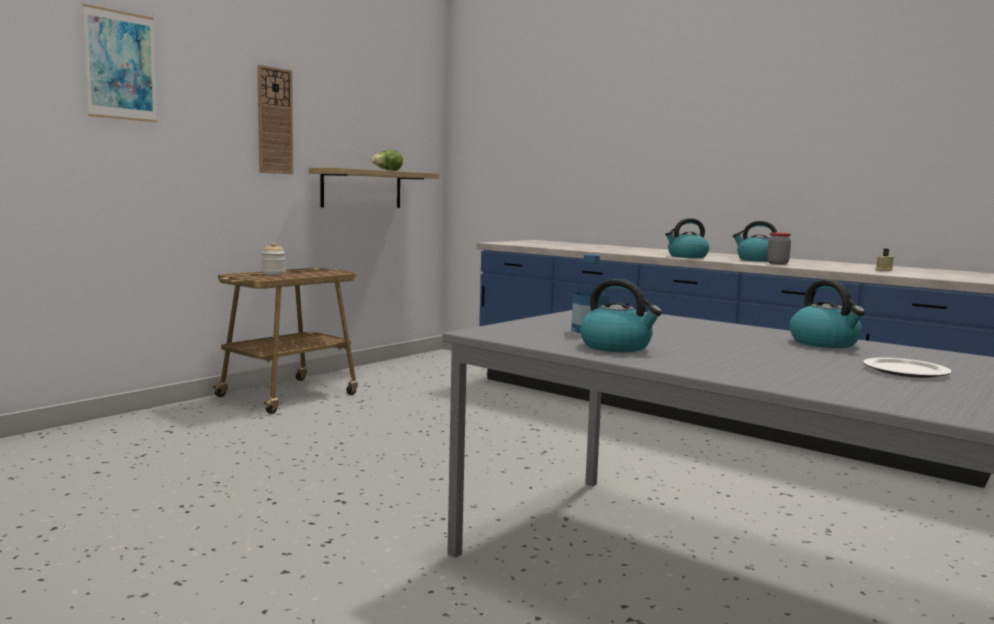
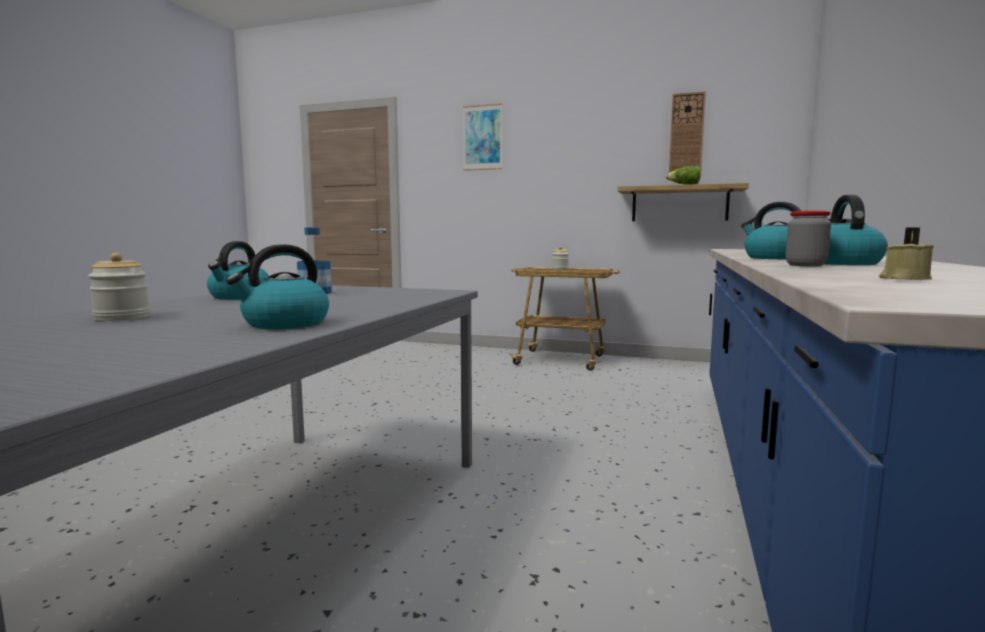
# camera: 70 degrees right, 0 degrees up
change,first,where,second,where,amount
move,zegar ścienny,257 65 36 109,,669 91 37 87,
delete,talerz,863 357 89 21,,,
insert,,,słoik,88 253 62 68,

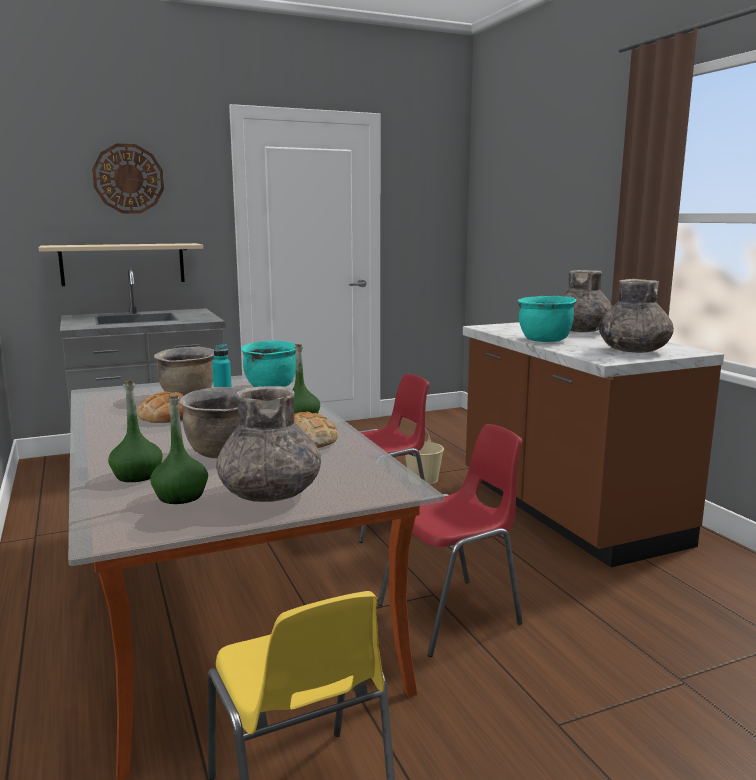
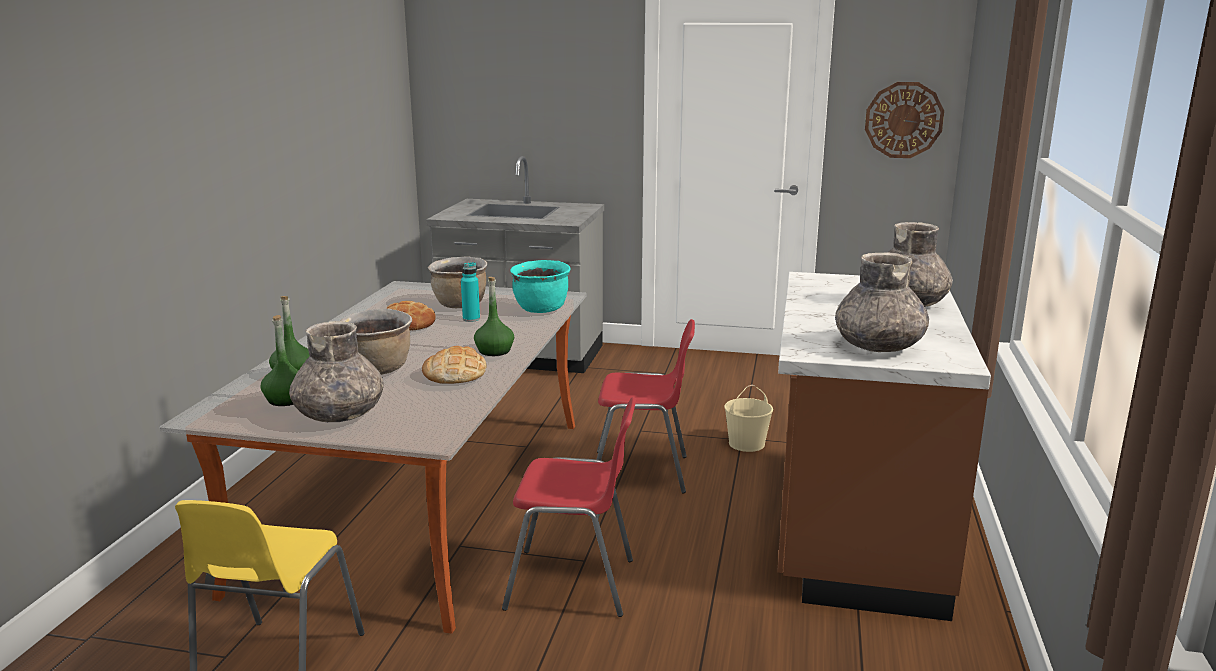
# camera: 35 degrees right, 5 degrees up
change,first,where,second,where,amount
delete,półka/beżowy,39 243 164 43,,,
move,zegar ścienny,92 143 72 70,,865 82 79 76,
delete,garnek/turkusowy,517 296 59 46,,,

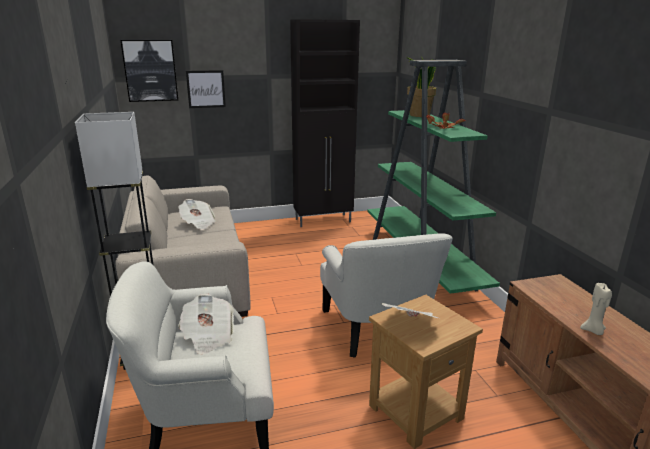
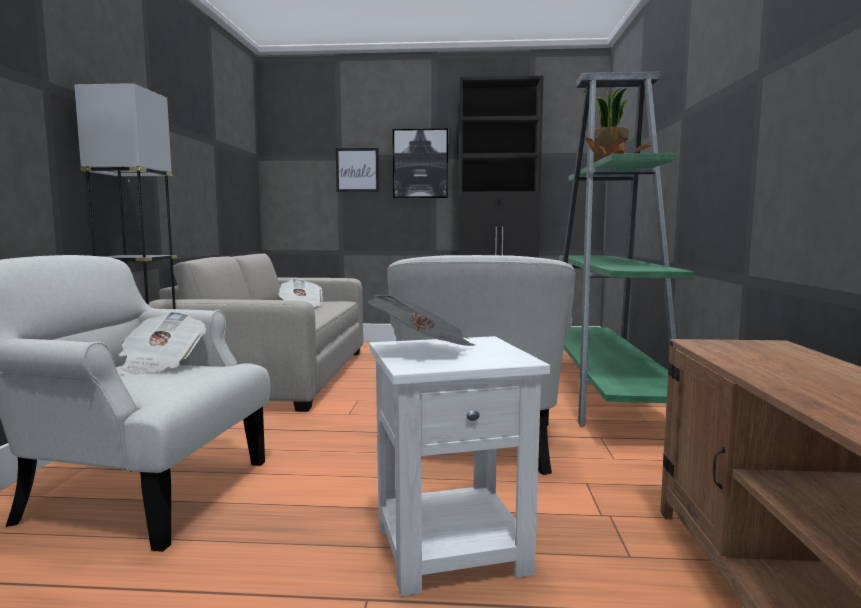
# camera: 20 degrees right, 15 degrees down
change,first,where,second,where,amount
move,obraz,120 40 58 62,,393 129 55 69,
recolor,stolik/brązowy,369 295 114 154,stolik/biały,369 336 181 260,
delete,świeca/beżowy,580 283 32 52,,,

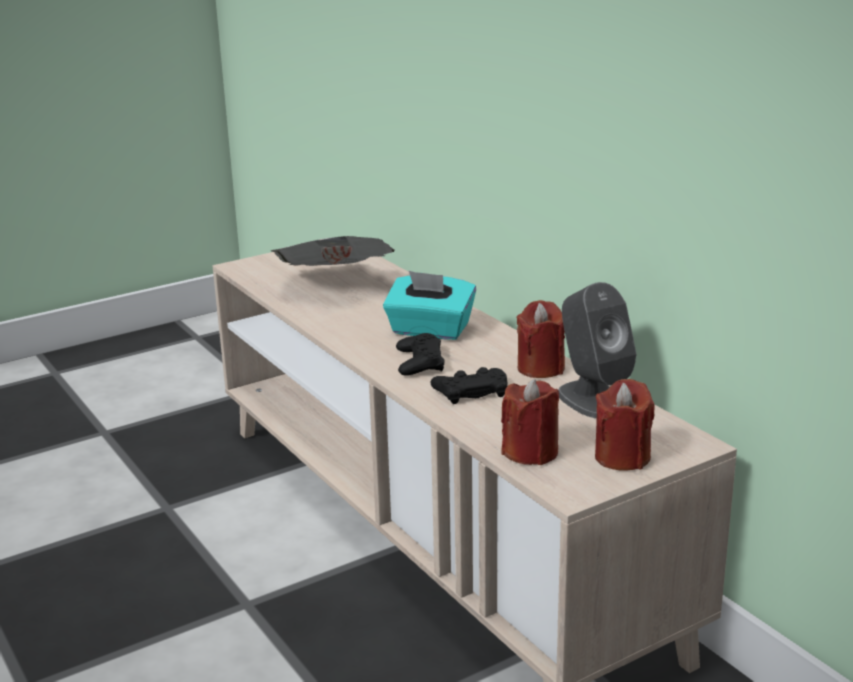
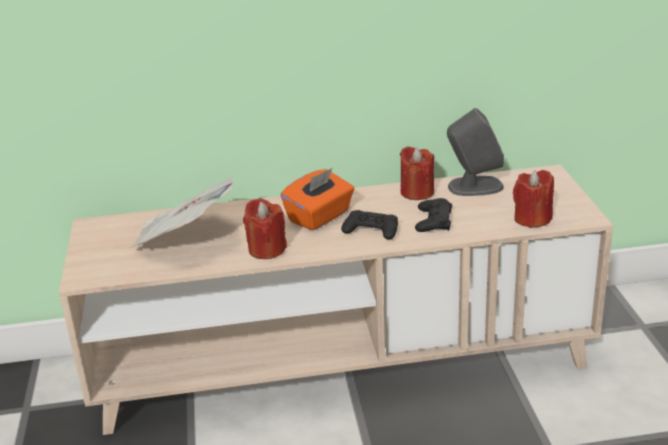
# camera: 65 degrees left, 5 degrees up
change,first,where,second,where,amount
recolor,pudełko chusteczek/turkusowy,383 271 93 69,pudełko chusteczek/pomarańczowy,281 168 73 63,
move,świeca/czerwony,595 379 60 91,,243 198 44 61,

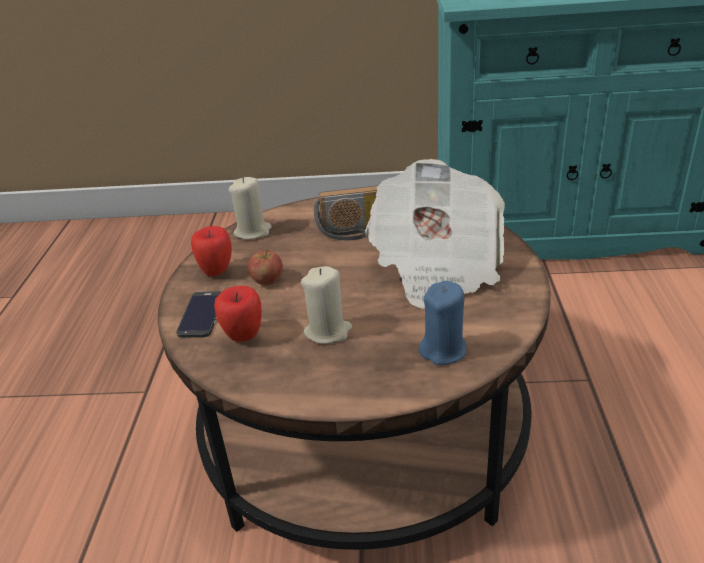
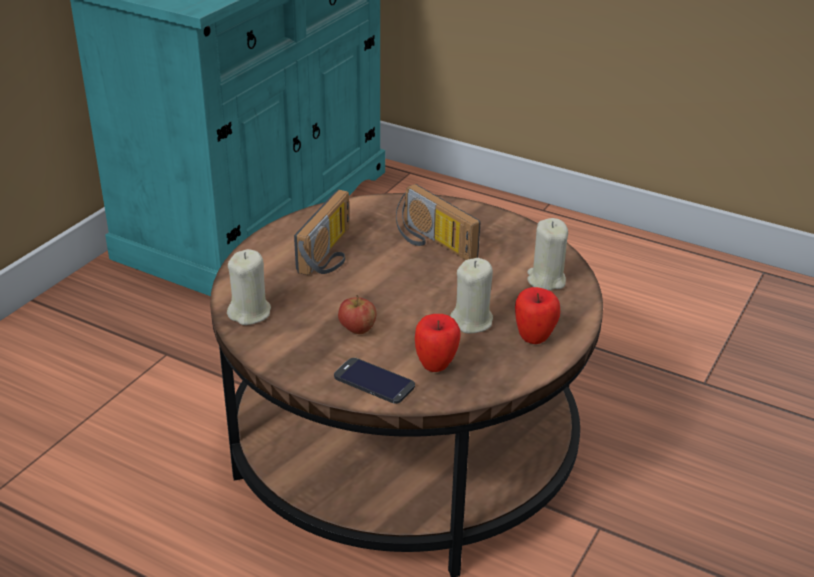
# camera: 65 degrees left, 0 degrees up
change,first,where,second,where,amount
move,jabłko,191 226 41 51,,515 287 45 57,
replace,gazeta,365 159 140 150,radio,396 184 85 76,
recolor,świeca/niebieski,418 281 48 84,świeca/beżowy,527 218 41 73,

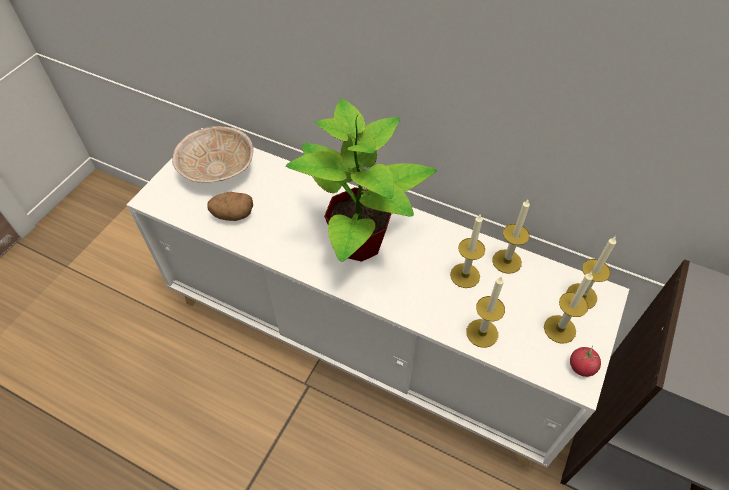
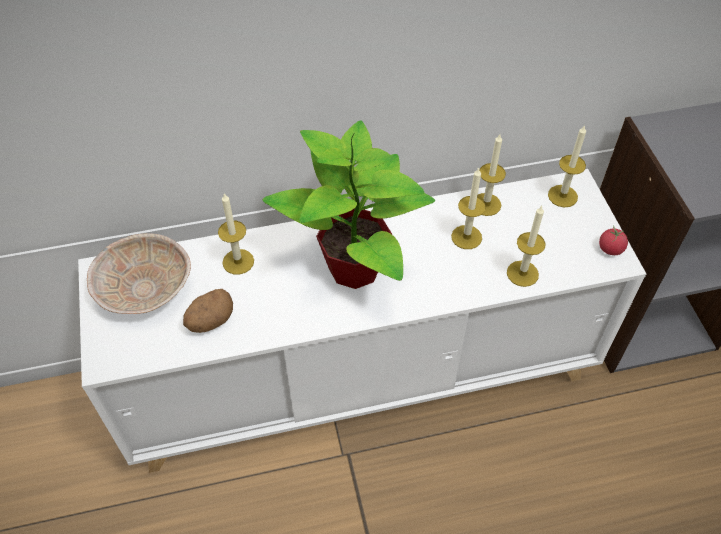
# camera: 40 degrees left, 0 degrees up
change,first,where,second,where,amount
move,świeca,544 272 49 71,,218 193 36 82,

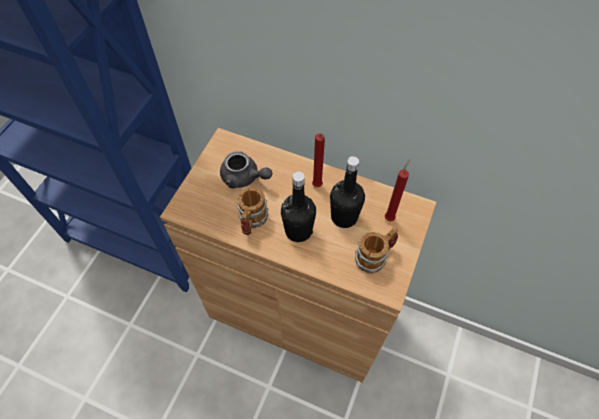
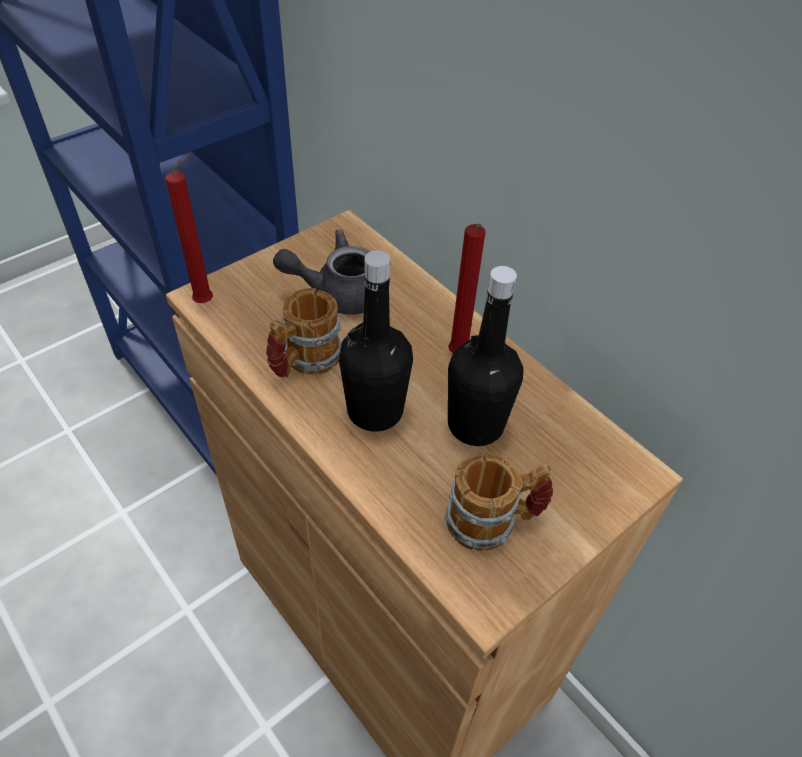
# camera: 25 degrees right, 10 degrees down
change,first,where,second,where,amount
rotate,imbryk/szary,220 151 52 38,,273 229 97 86,120 degrees clockwise
move,świeca/czerwony,385 160 25 61,,165 153 48 150,

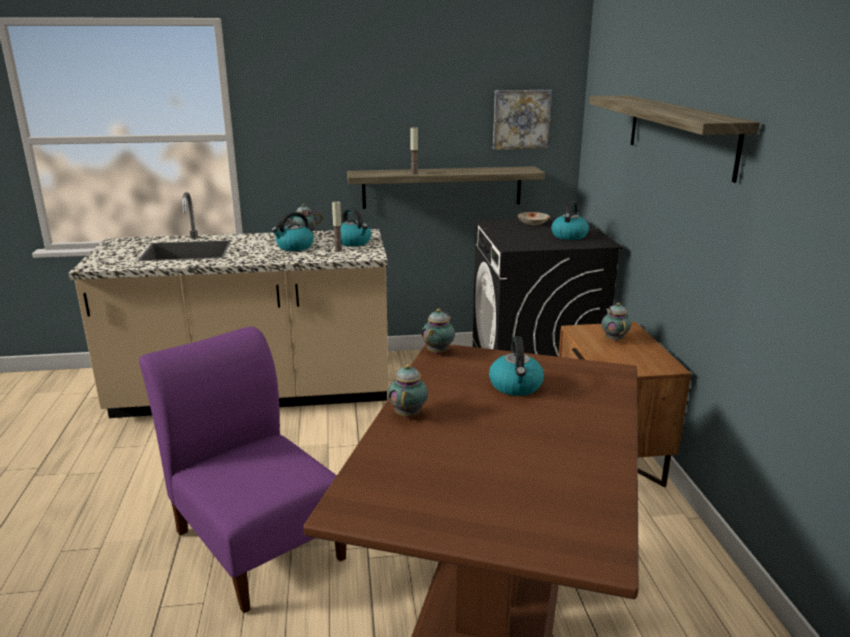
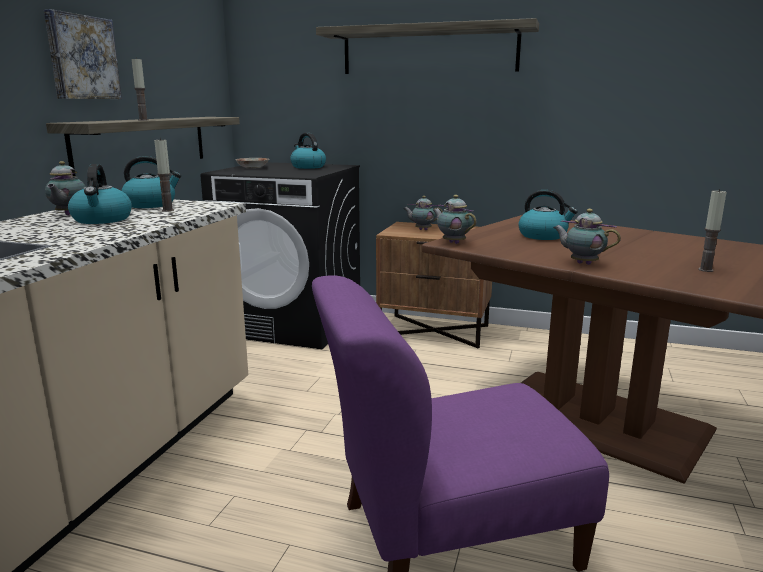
# camera: 65 degrees left, 5 degrees down
change,first,where,second,where,amount
move,obraz,493 90 59 60,,44 9 78 90,
insert,,,świeca,698 189 29 83,

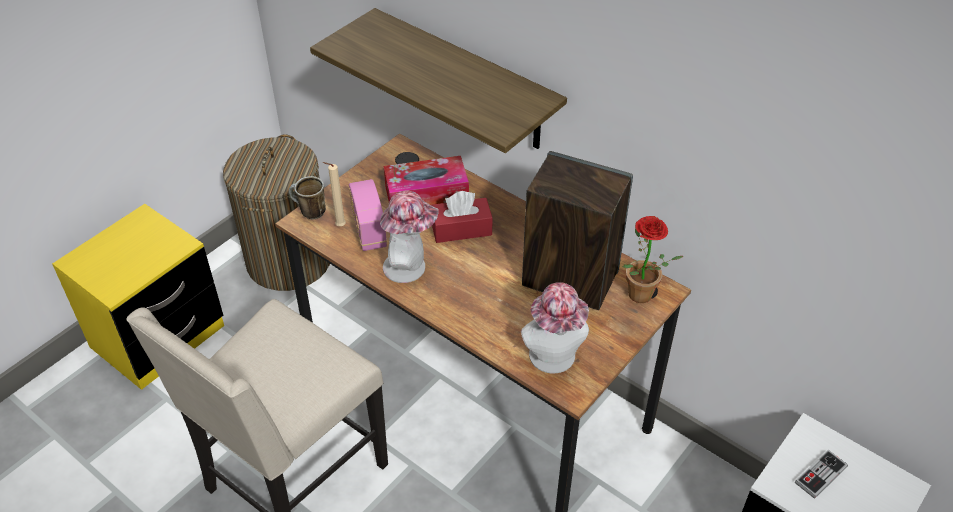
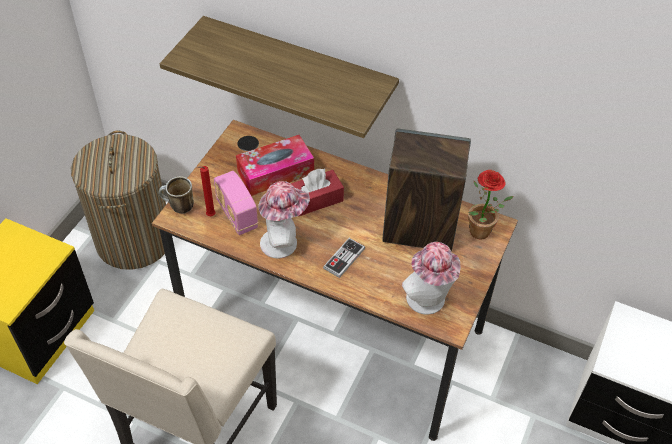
# camera: 15 degrees left, 5 degrees up
change,first,where,second,where,amount
recolor,świeca/beżowy,323 162 23 64,świeca/czerwony,196 166 20 50,
move,pad do gier,795 450 53 49,,323 238 42 40,

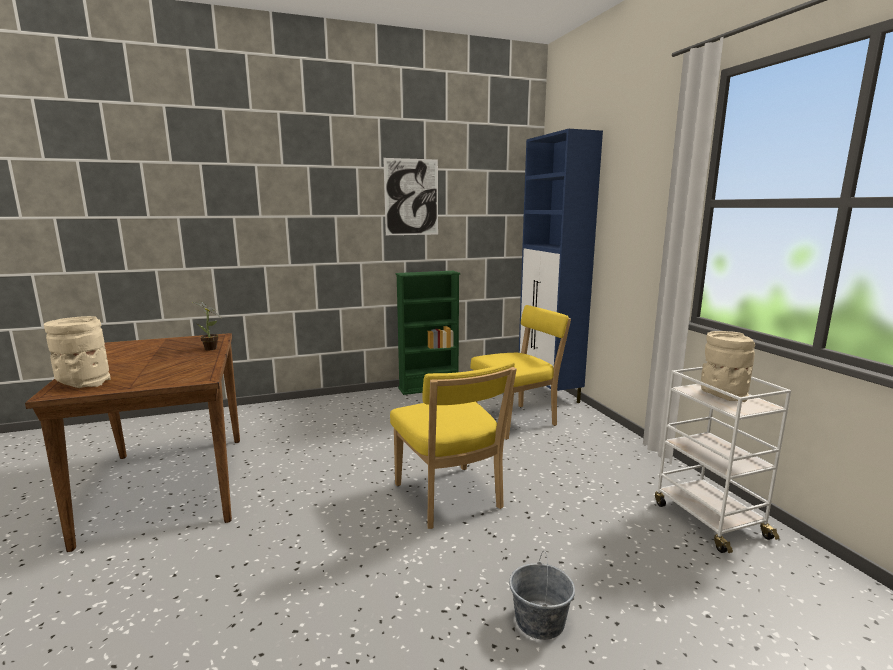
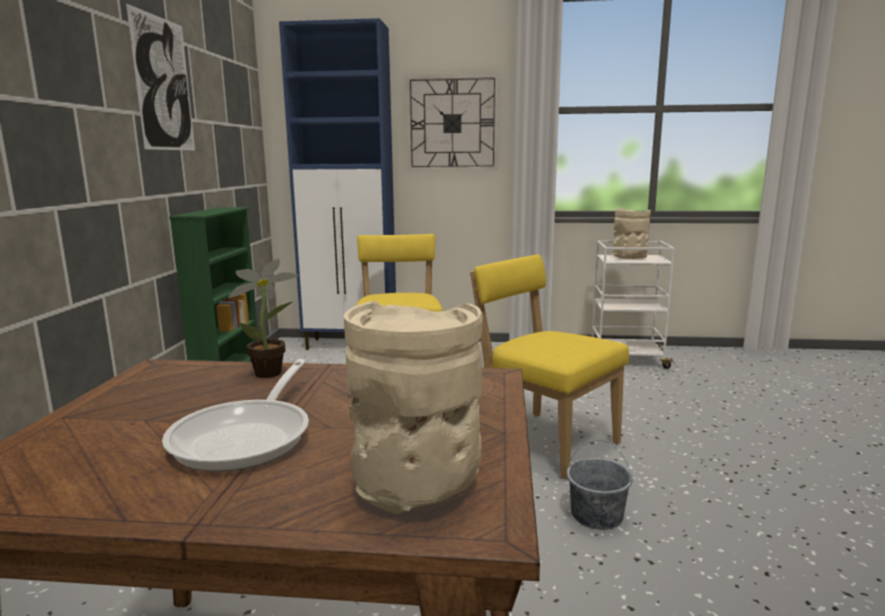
# camera: 65 degrees left, 0 degrees up
change,first,where,second,where,amount
rotate,krzesło/żółty,390 361 127 168,,470 254 159 225,135 degrees counterclockwise
move,wiadro/szary,509 551 66 89,,567 440 66 90,
insert,,,patelnia,162 359 147 113,
insert,,,zegar ścienny,406 74 93 96,

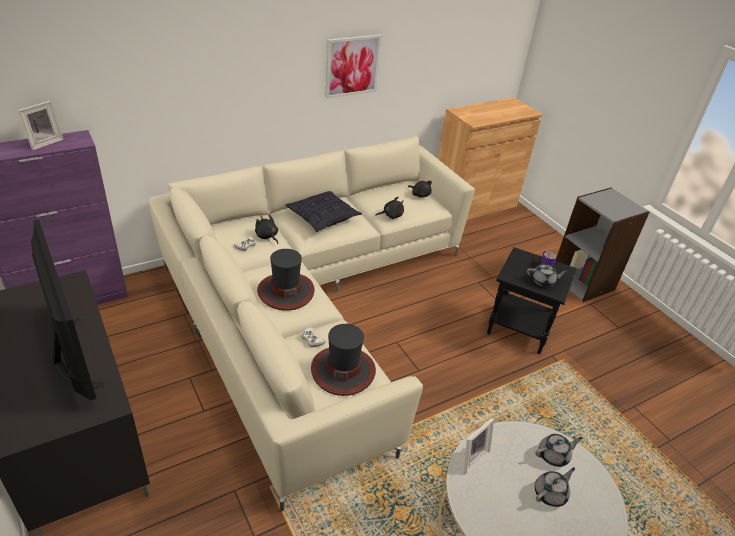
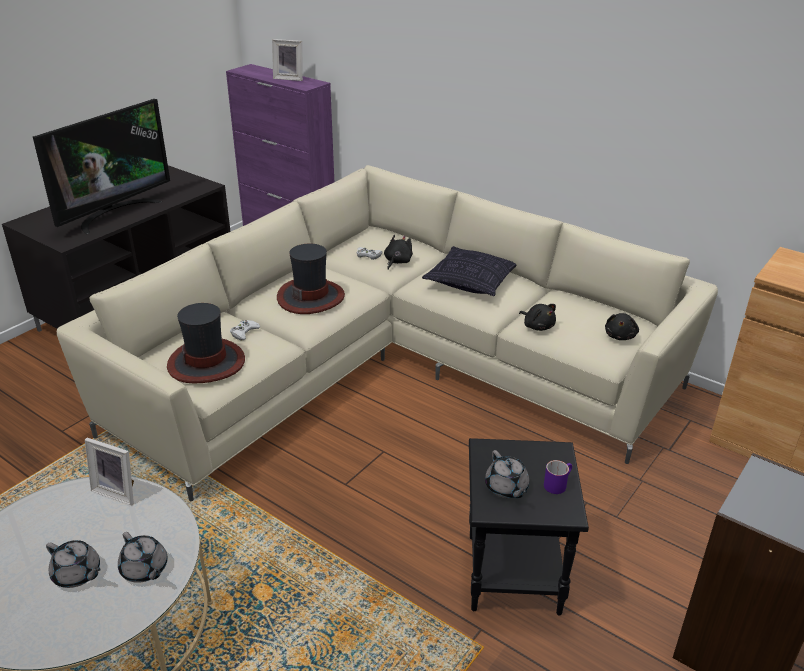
# camera: 70 degrees right, 5 degrees down
change,first,where,second,where,amount
delete,obraz,325 34 57 64,,,

